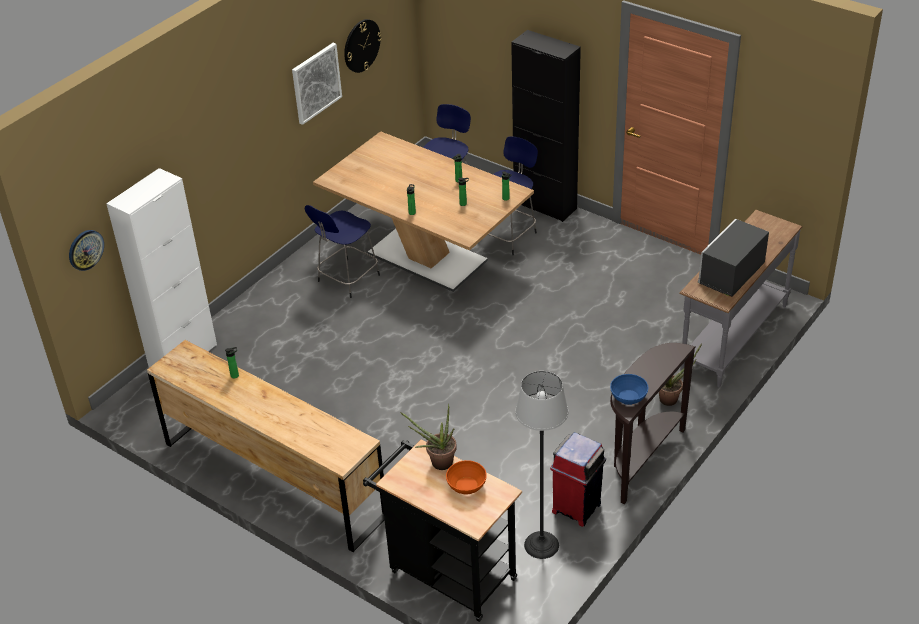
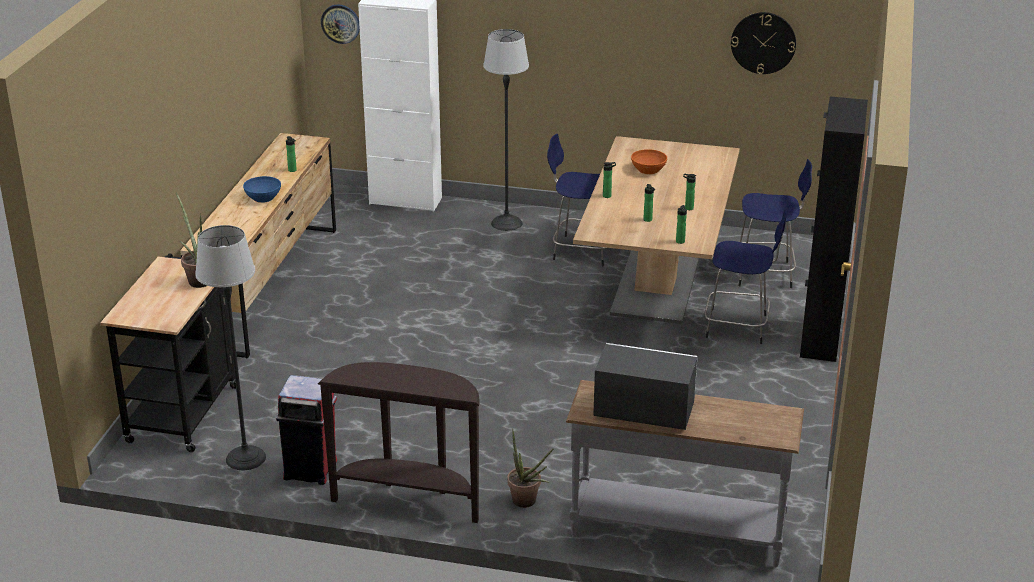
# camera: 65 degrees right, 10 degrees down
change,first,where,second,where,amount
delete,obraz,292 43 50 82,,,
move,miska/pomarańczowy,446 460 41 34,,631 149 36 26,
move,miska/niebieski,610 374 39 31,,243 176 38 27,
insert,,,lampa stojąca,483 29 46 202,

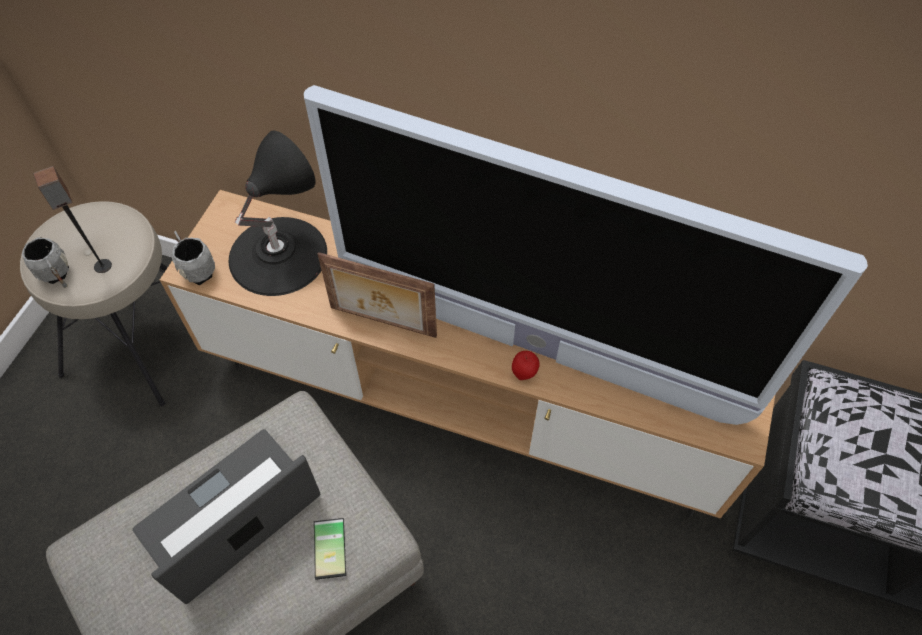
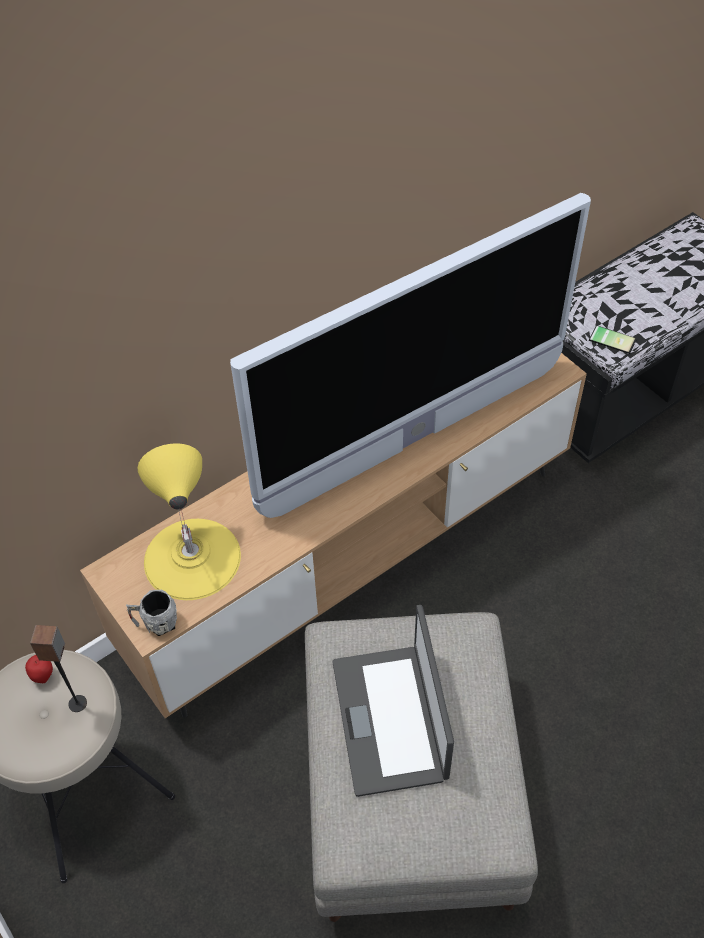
# camera: 55 degrees left, 5 degrees down
change,first,where,second,where,amount
delete,kubek/szary,22 237 47 51,,,
recolor,lampa stołowa/czarny,229 131 98 165,lampa stołowa/żółty,137 443 104 157,
move,telefon,314 518 38 62,,589 325 48 29,
delete,ramka na zdjęcie,318 252 119 86,,,
move,jabłko,512 351 28 29,,25 655 28 28,

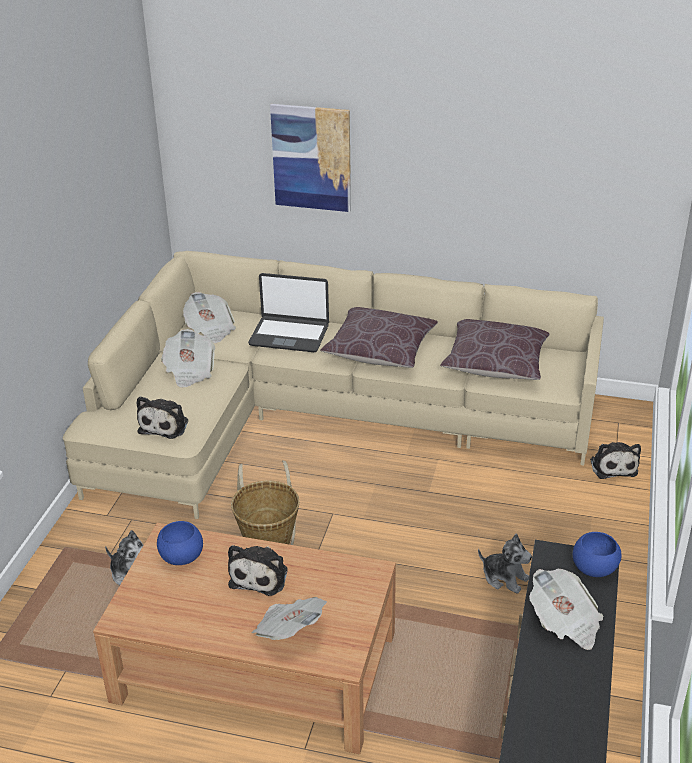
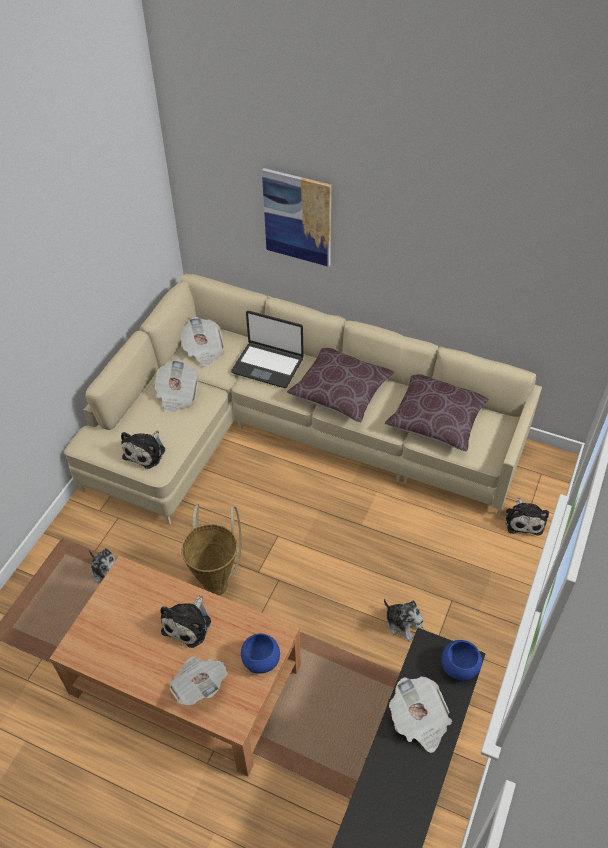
# camera: 10 degrees right, 15 degrees up
change,first,where,second,where,amount
move,miska/niebieski,157 521 46 44,,241 634 39 40,

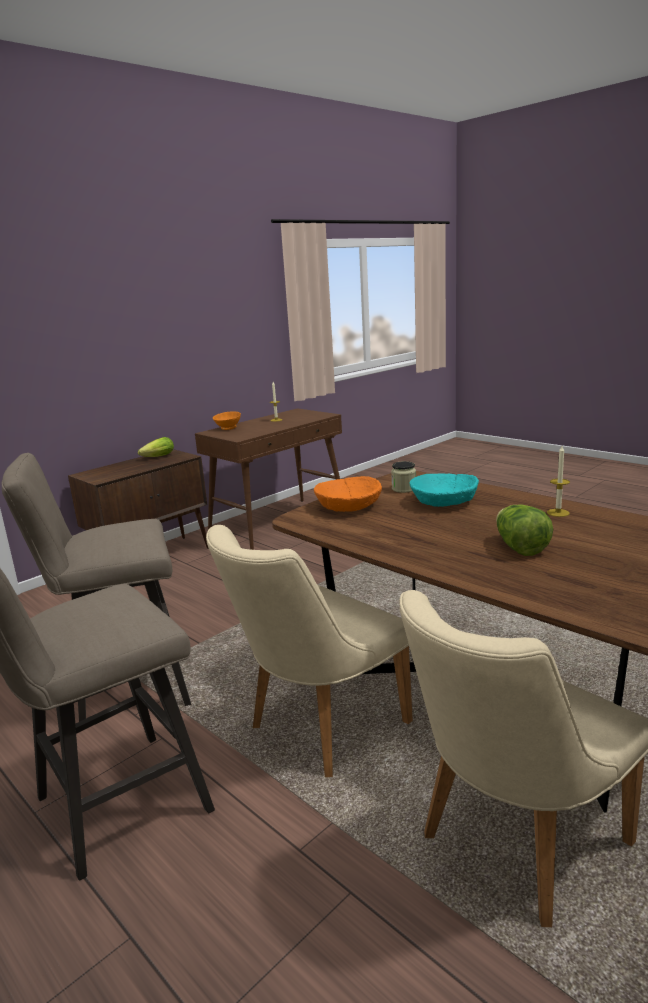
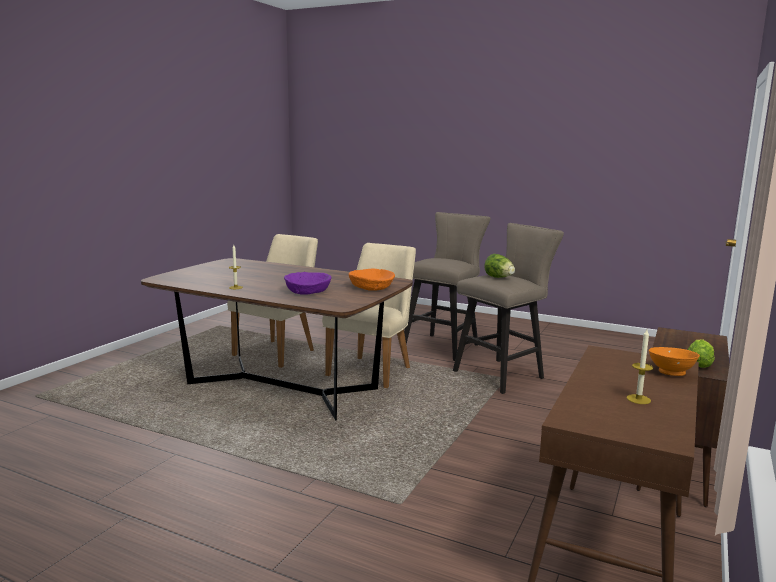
# camera: 160 degrees right, 5 degrees down
change,first,where,second,where,amount
delete,słoik,391 461 25 32,,,
recolor,miska/turkusowy,409 473 70 34,miska/fioletowy,284 272 47 23,
move,sałata,496 505 57 51,,484 254 31 24,

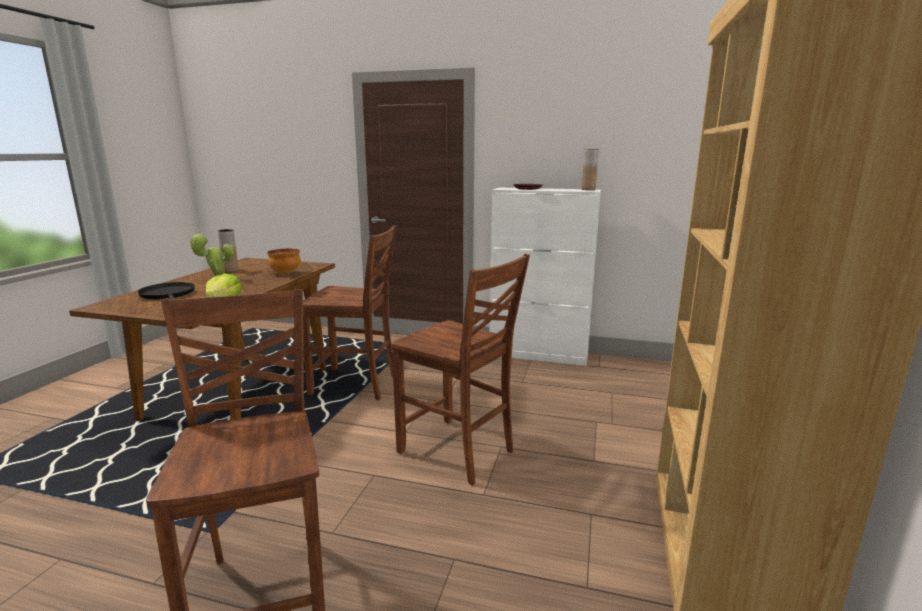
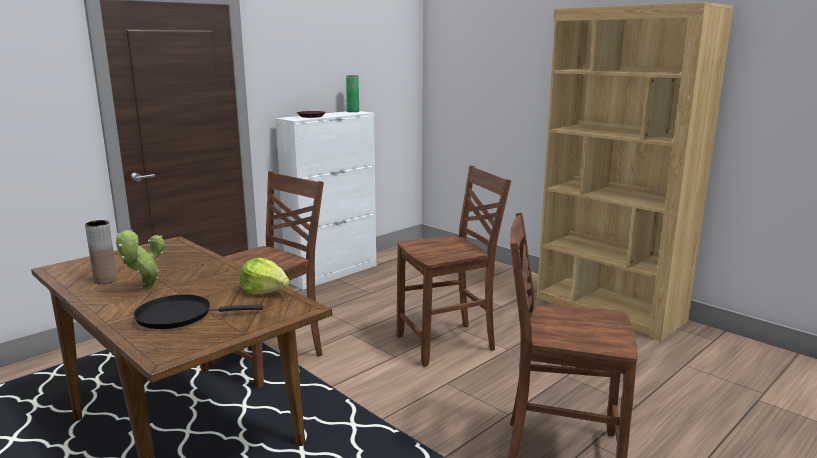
# camera: 60 degrees left, 0 degrees up
change,first,where,second,where,amount
delete,miska,267 249 34 25,,,
recolor,wazon/brązowy,581 149 18 41,wazon/zielony,346 75 13 37,

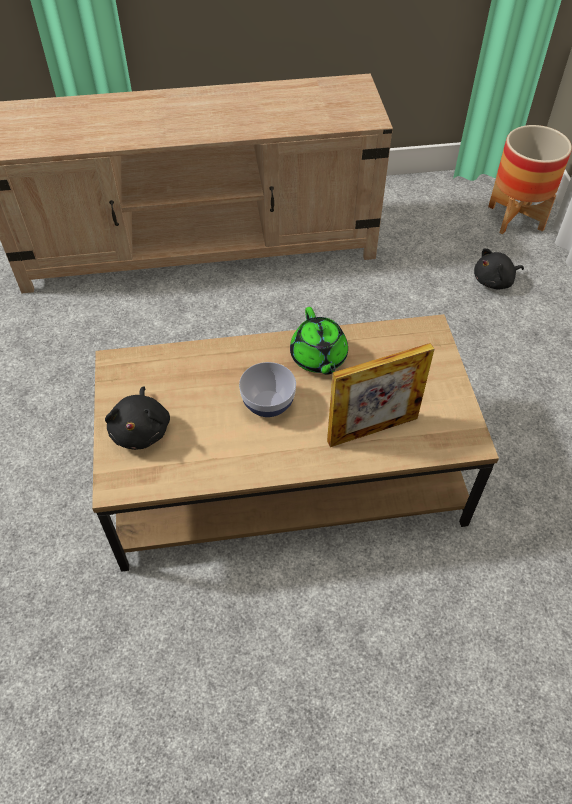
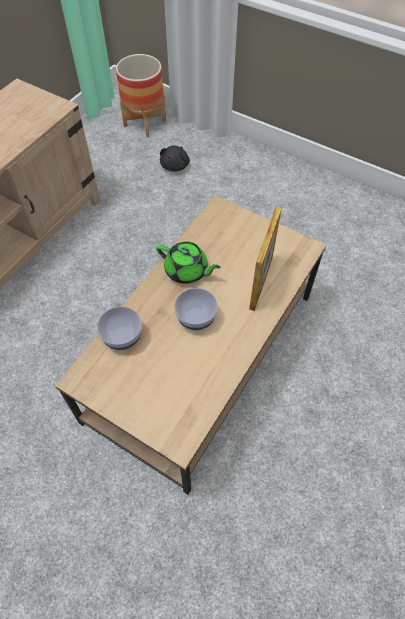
# camera: 50 degrees left, 5 degrees up
change,first,where,second,where,amount
delete,pluszak/czarny,105 386 65 64,,,
insert,,,miska,97 307 45 43,

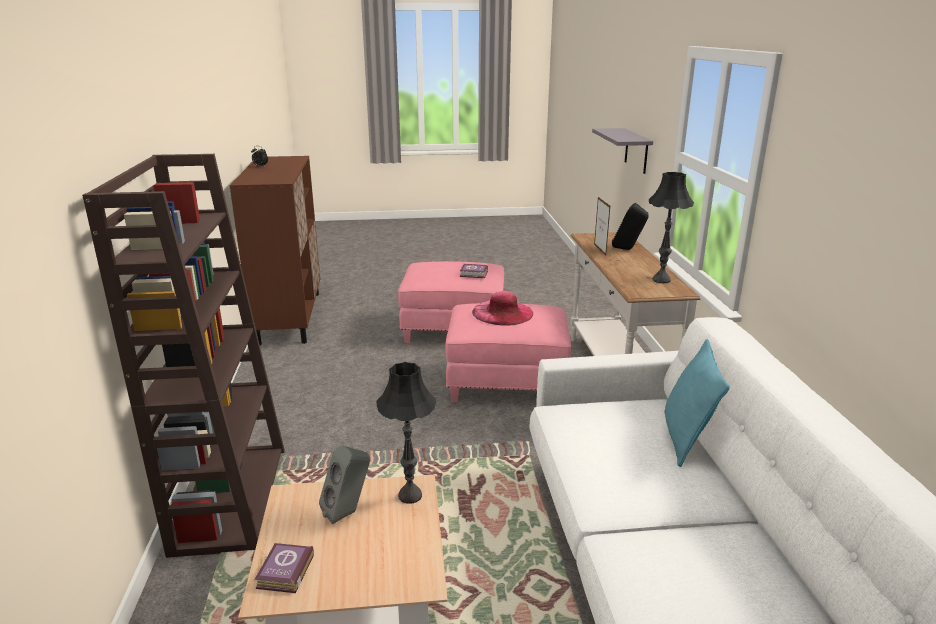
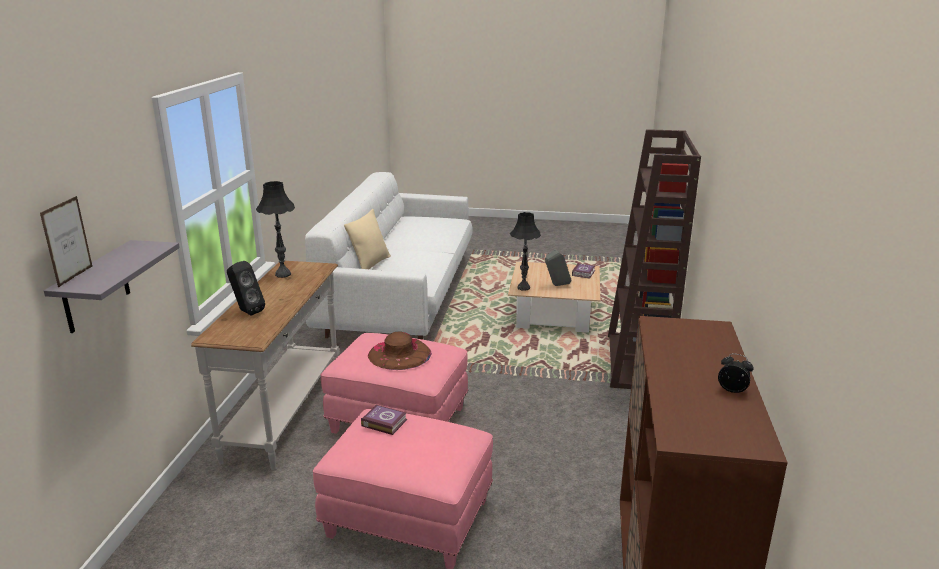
# camera: 165 degrees left, 0 degrees up
change,first,where,second,where,amount
recolor,kapelusz/różowy,472 291 61 35,kapelusz/brązowy,368 331 64 39,
move,ramka na zdjęcie,594 197 16 59,,40 196 52 92,
recolor,poduszka/turkusowy,664 339 66 128,poduszka/beżowy,344 209 47 60,

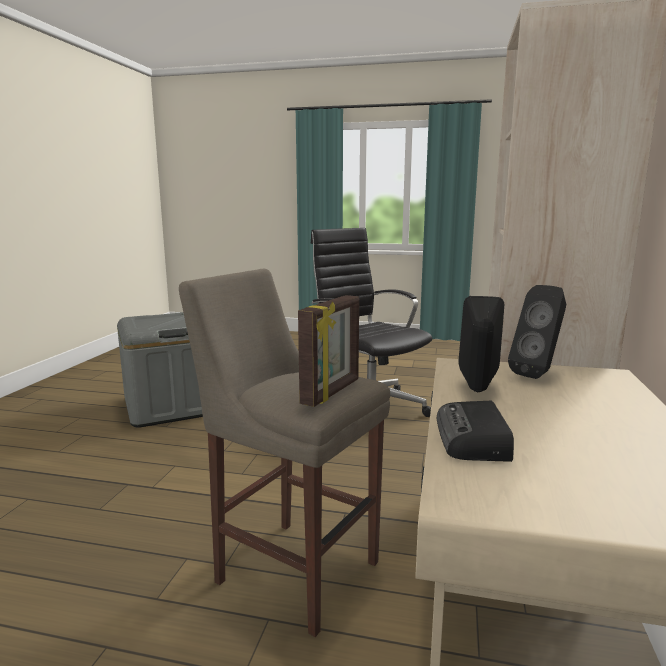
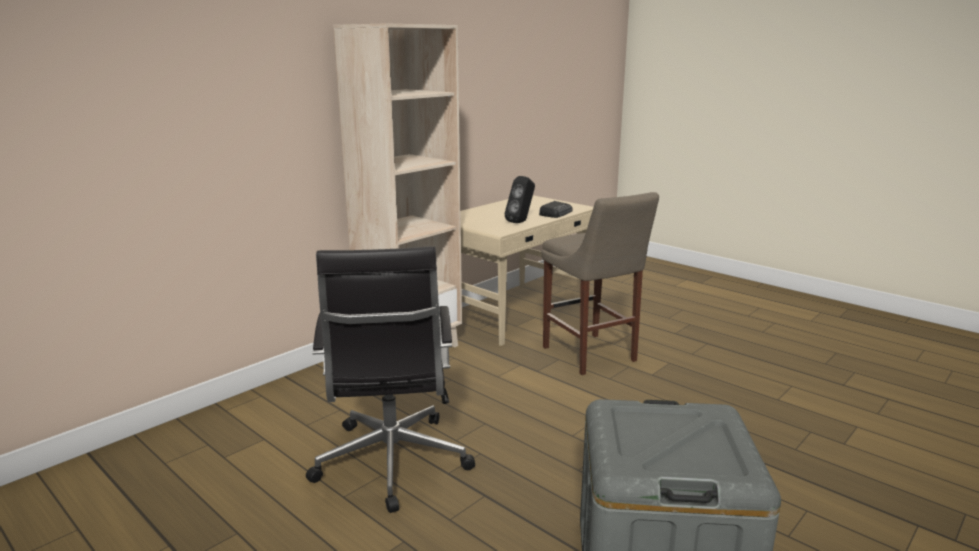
# camera: 150 degrees left, 5 degrees up
change,first,where,second,where,amount
delete,ramka na zdjęcie,298 295 61 112,,,
delete,głośnik/czarny,508 285 58 94,,,

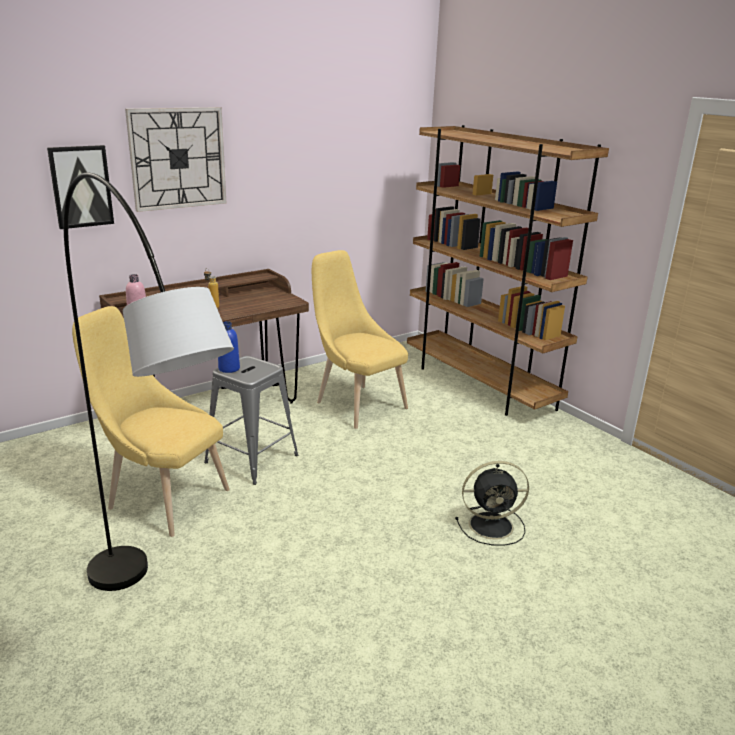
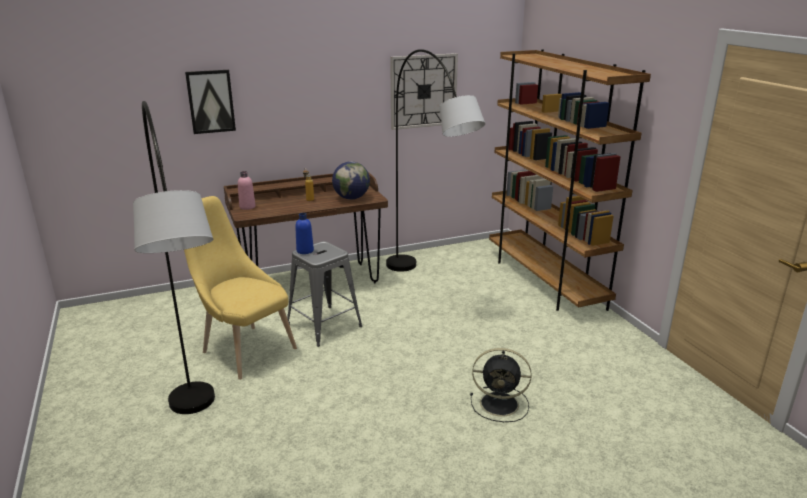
# camera: 15 degrees right, 0 degrees up
change,first,where,second,where,amount
move,zegar ścienny,125 107 101 105,,390 53 68 77,
replace,krzesło/żółty,312 250 96 179,lampa stojąca/szary,386 49 99 223,
insert,,,globus,332 161 38 39,

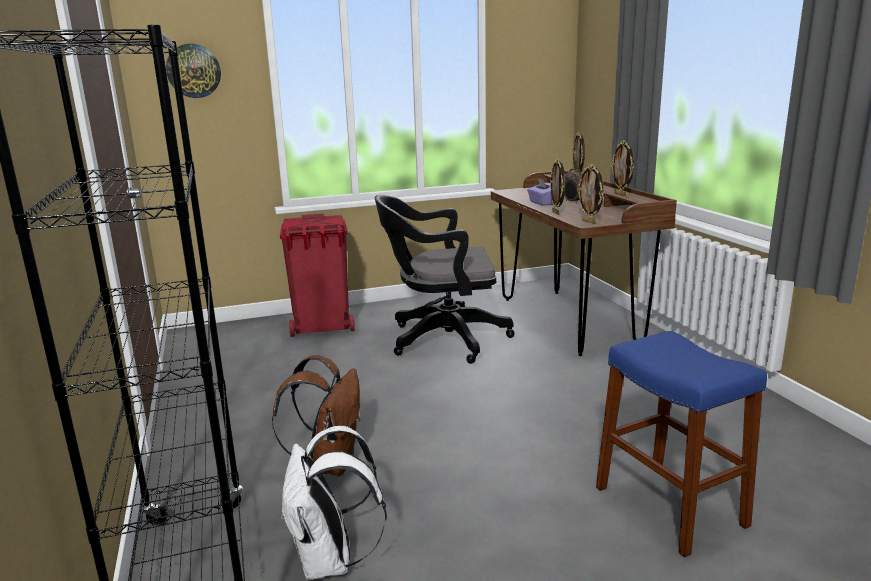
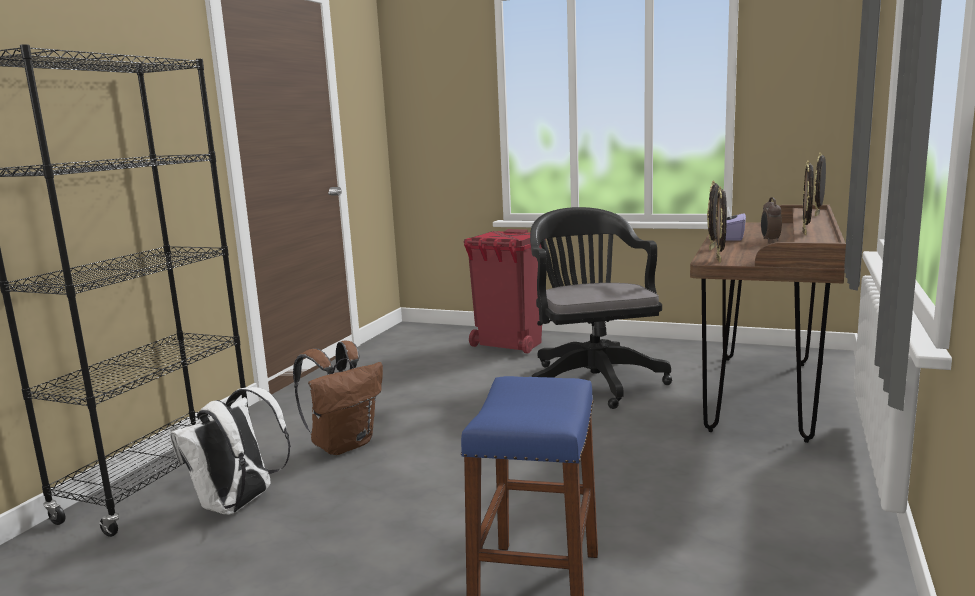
# camera: 40 degrees right, 5 degrees down
change,first,where,second,where,amount
delete,zegar ścienny,166 44 55 54,,,
rotate,krzesło biurowe/czarny,375 195 140 169,,530 207 142 202,45 degrees clockwise

